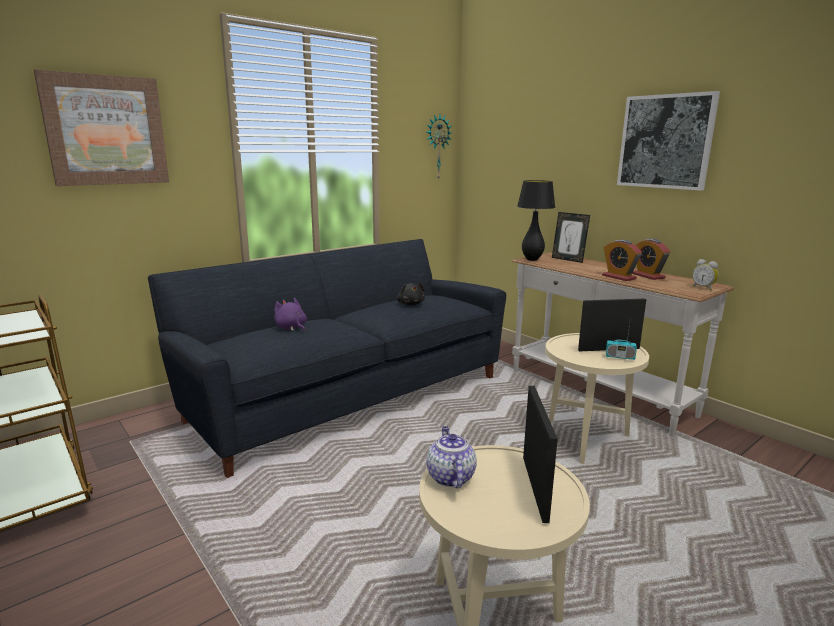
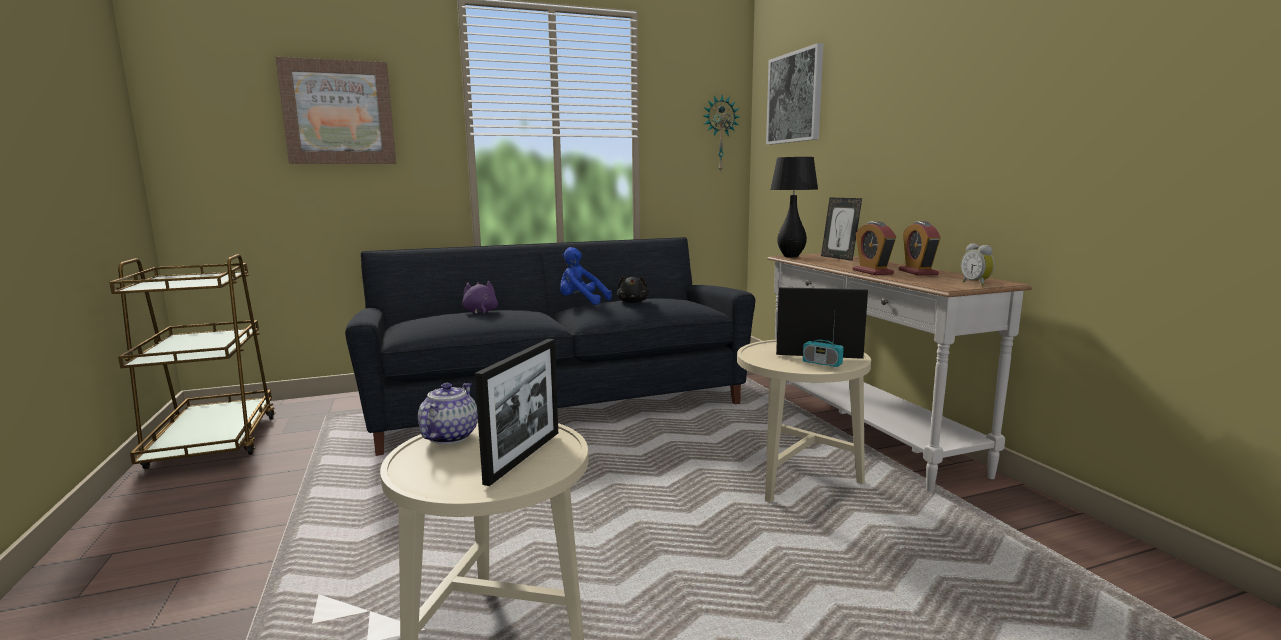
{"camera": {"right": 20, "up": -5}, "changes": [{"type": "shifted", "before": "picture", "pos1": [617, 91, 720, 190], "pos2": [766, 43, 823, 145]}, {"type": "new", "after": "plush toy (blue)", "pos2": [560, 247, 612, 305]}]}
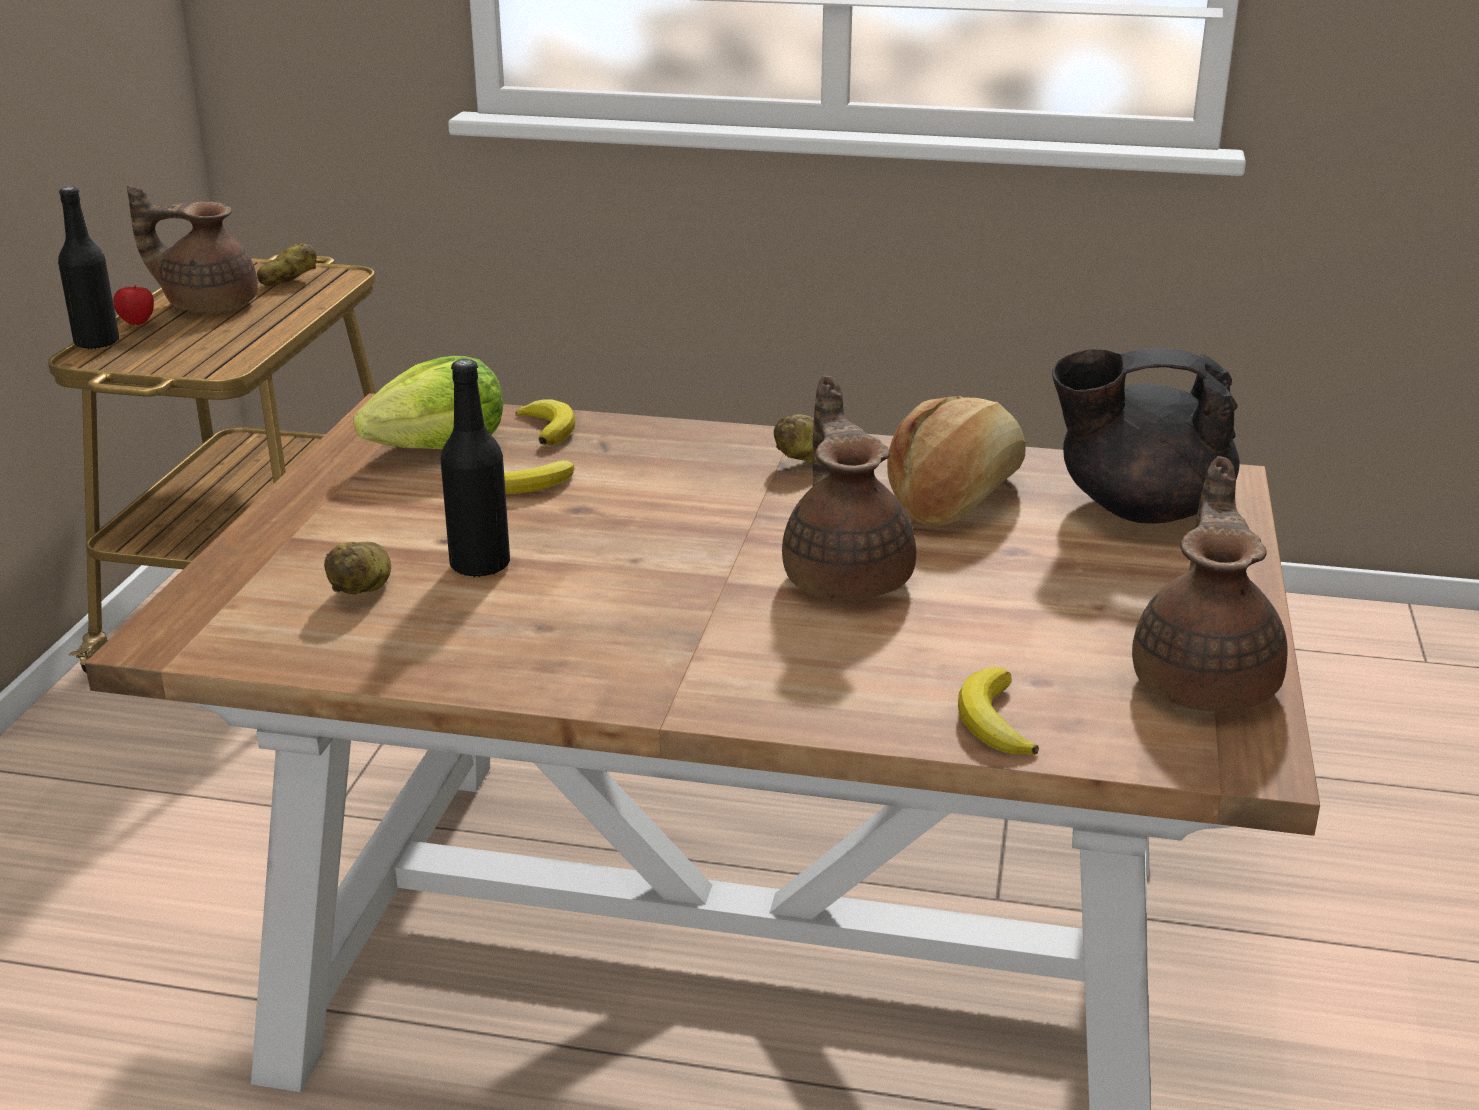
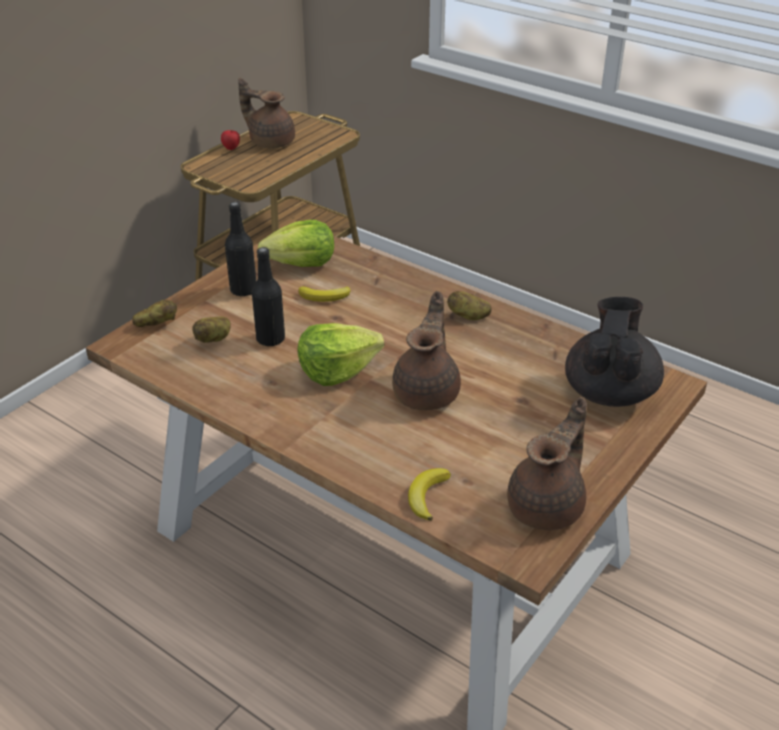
{"camera": {"right": 25, "up": 10}, "changes": [{"type": "shifted", "before": "bottle (black)", "pos1": [58, 187, 119, 349], "pos2": [225, 202, 256, 296]}, {"type": "shifted", "before": "potato", "pos1": [257, 243, 317, 286], "pos2": [132, 300, 177, 327]}, {"type": "gone", "before": "banana", "pos1": [515, 399, 575, 446]}, {"type": "gone", "before": "bread", "pos1": [887, 396, 1026, 526]}, {"type": "rotated", "before": "teapot (black)", "pos1": [1052, 348, 1240, 524], "pos2": [565, 297, 664, 407], "turn": 75}, {"type": "new", "after": "lettuce", "pos2": [297, 323, 384, 386]}]}
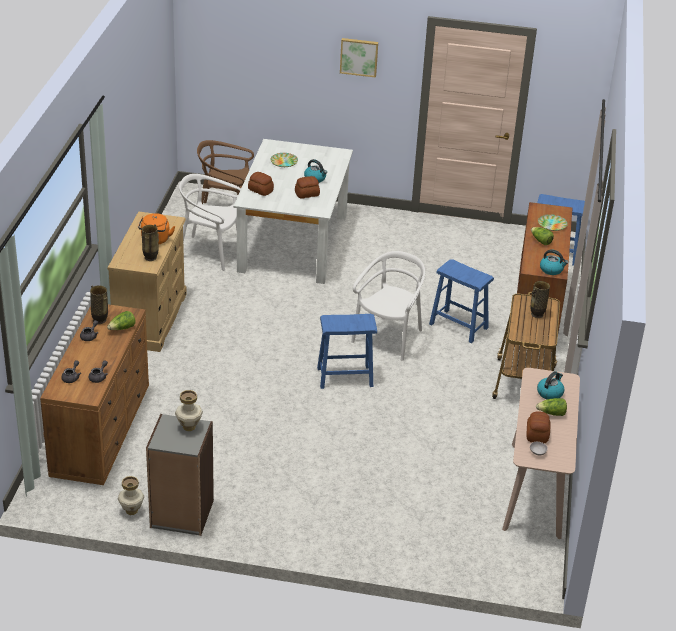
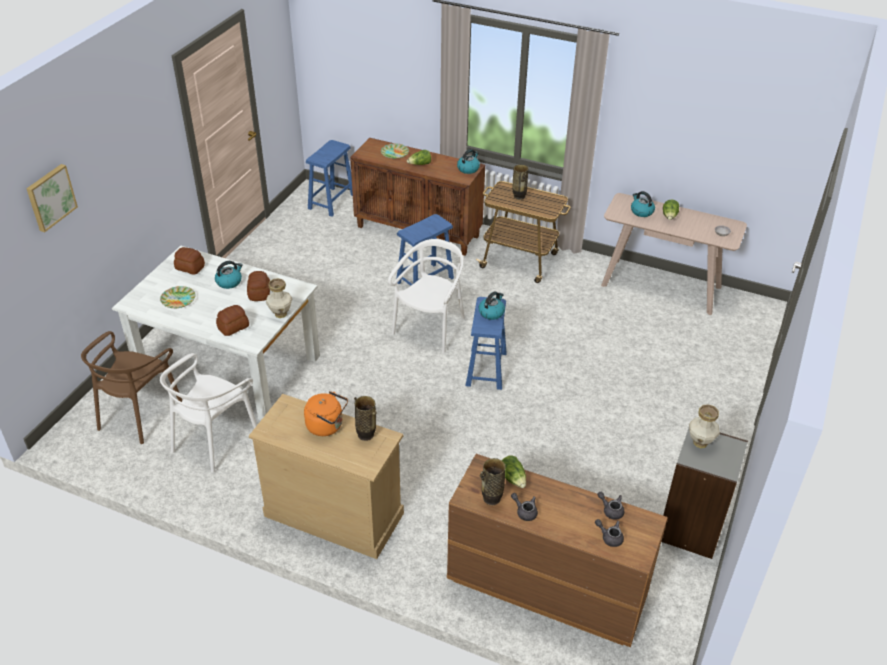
{"camera": {"right": -75, "up": 5}, "changes": [{"type": "shifted", "before": "vase", "pos1": [118, 476, 144, 515], "pos2": [266, 278, 292, 318]}, {"type": "shifted", "before": "picture", "pos1": [340, 38, 378, 78], "pos2": [26, 164, 78, 232]}, {"type": "rotated", "before": "chair (white)", "pos1": [351, 251, 425, 361], "pos2": [388, 239, 465, 353], "turn": 75}, {"type": "shifted", "before": "bread", "pos1": [526, 411, 551, 443], "pos2": [174, 247, 205, 275]}, {"type": "new", "after": "kettle", "pos2": [479, 291, 505, 320]}]}
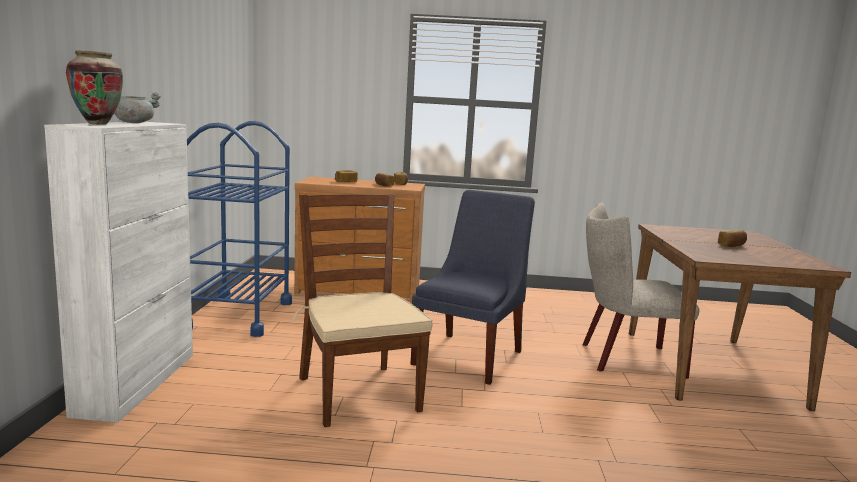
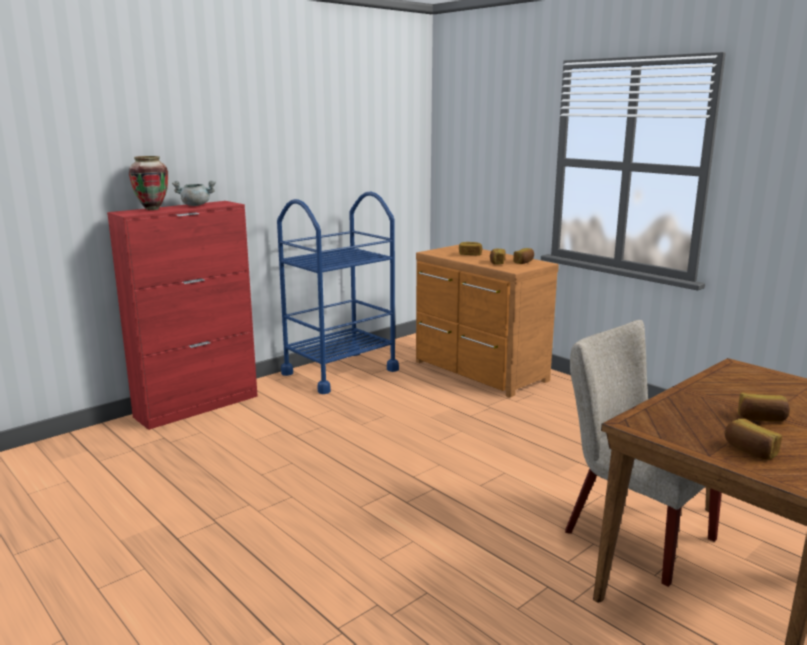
{"camera": {"right": 45, "up": 5}, "changes": [{"type": "repainted", "before": "cabinet (white)", "after": "cabinet (red)", "pos1": [44, 122, 193, 422], "pos2": [107, 201, 258, 430]}, {"type": "gone", "before": "chair (brown)", "pos1": [292, 194, 432, 427]}, {"type": "gone", "before": "chair (blue)", "pos1": [411, 190, 535, 385]}, {"type": "new", "after": "bread", "pos2": [725, 419, 782, 459]}]}
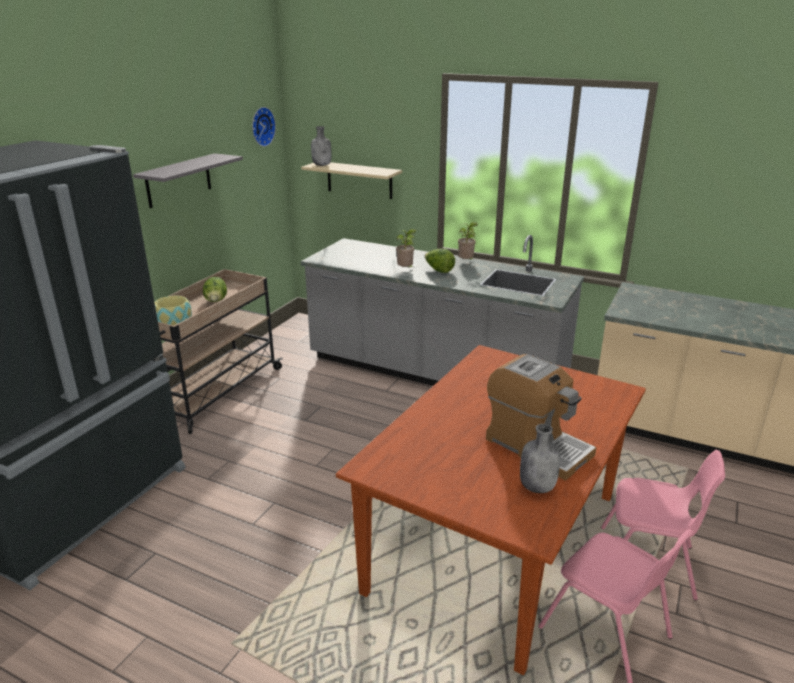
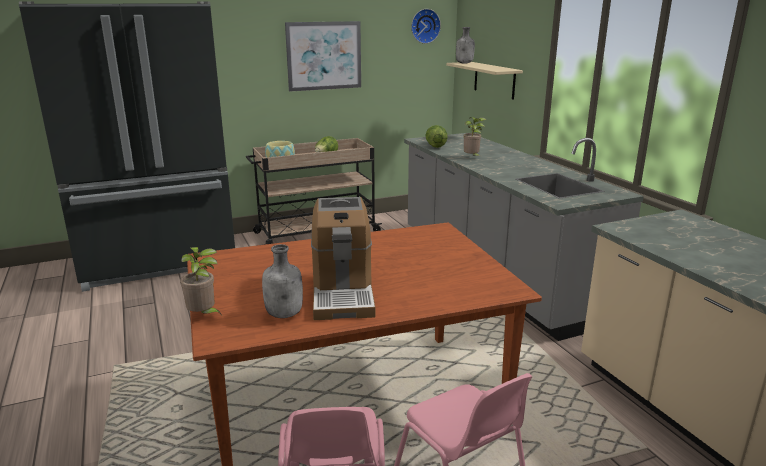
{"camera": {"right": 40, "up": -5}, "changes": [{"type": "swapped", "before": "shelf (grey)", "after": "picture", "pos1": [133, 153, 243, 208], "pos2": [285, 21, 361, 92]}, {"type": "shifted", "before": "lettuce", "pos1": [425, 249, 455, 273], "pos2": [426, 125, 448, 148]}, {"type": "shifted", "before": "potted plant", "pos1": [458, 222, 477, 260], "pos2": [180, 247, 222, 315]}]}
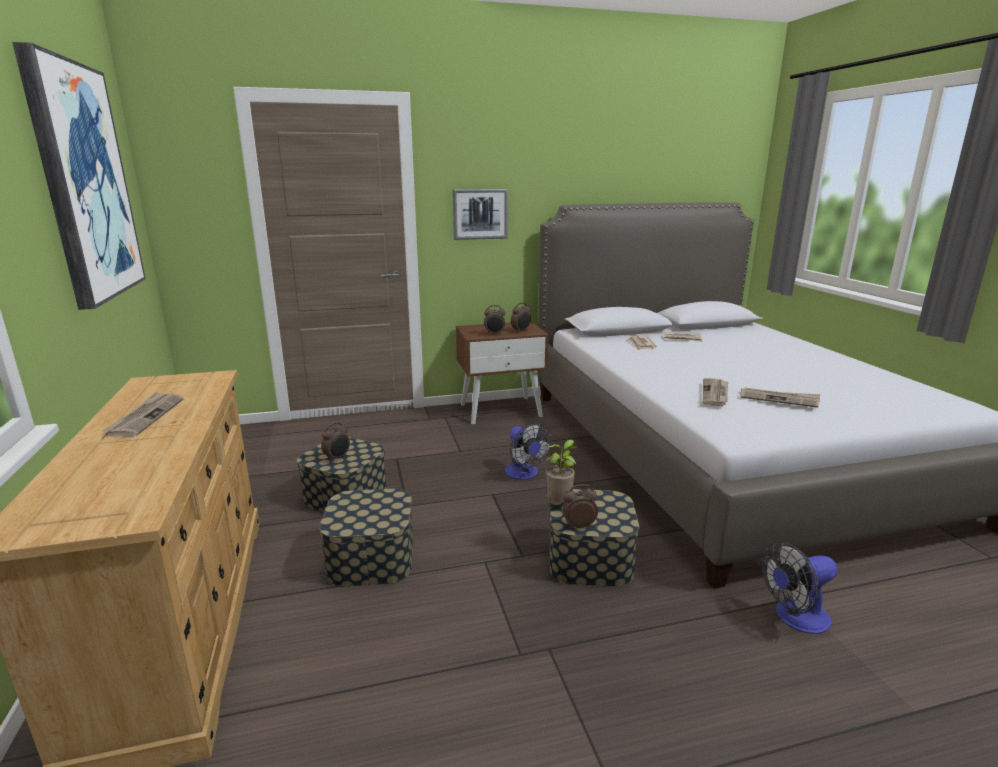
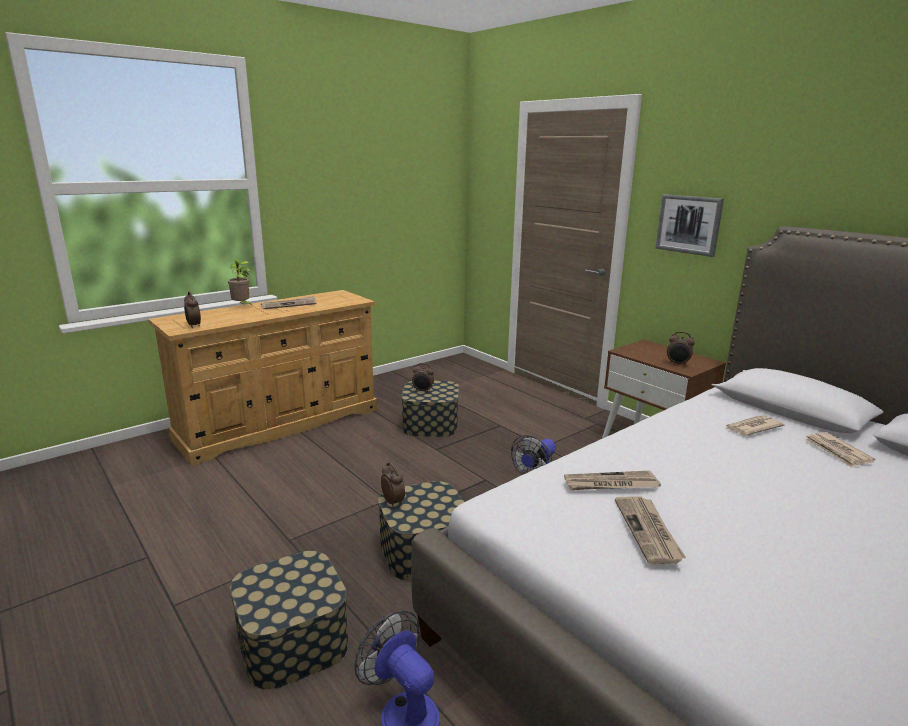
{"camera": {"right": 65, "up": 0}, "changes": [{"type": "gone", "before": "picture", "pos1": [12, 42, 146, 310]}, {"type": "shifted", "before": "storage box", "pos1": [319, 489, 414, 586], "pos2": [230, 551, 349, 690]}, {"type": "shifted", "before": "alarm clock", "pos1": [484, 305, 505, 335], "pos2": [184, 292, 201, 328]}, {"type": "shifted", "before": "potted plant", "pos1": [546, 440, 578, 502], "pos2": [228, 260, 253, 307]}]}
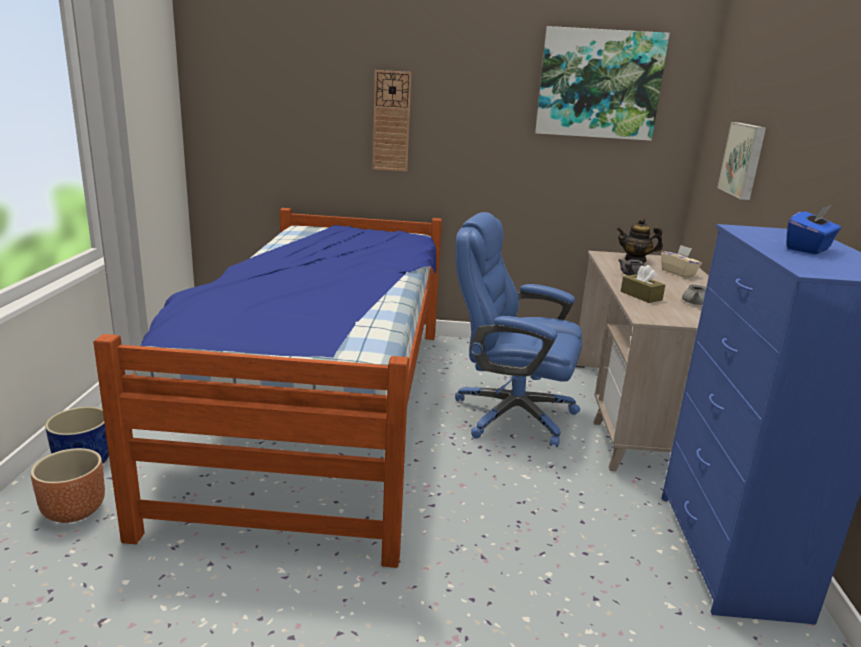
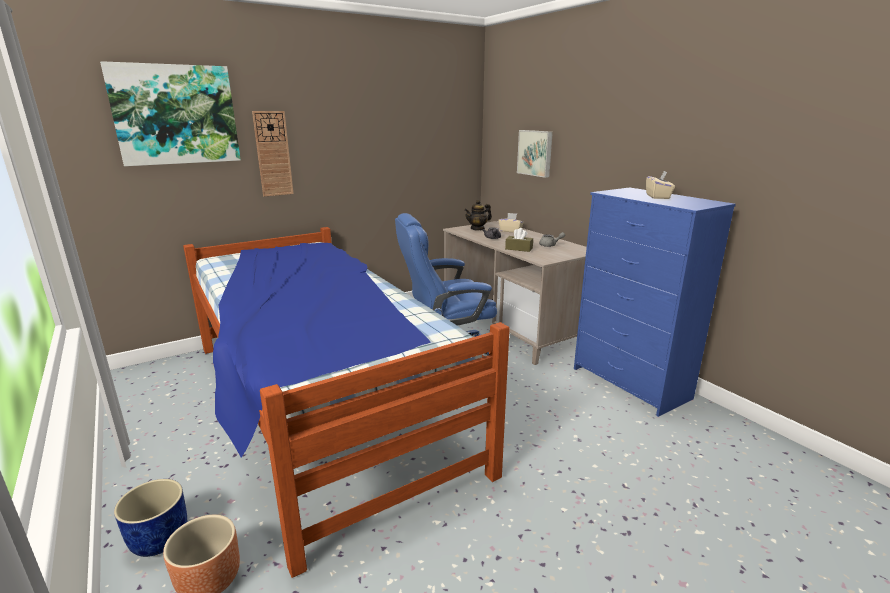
{"camera": {"right": -35, "up": 0}, "changes": [{"type": "shifted", "before": "picture", "pos1": [535, 26, 670, 141], "pos2": [100, 61, 241, 166]}, {"type": "repainted", "before": "tissue box (blue)", "after": "tissue box (beige)", "pos1": [787, 205, 841, 254], "pos2": [646, 170, 675, 199]}]}
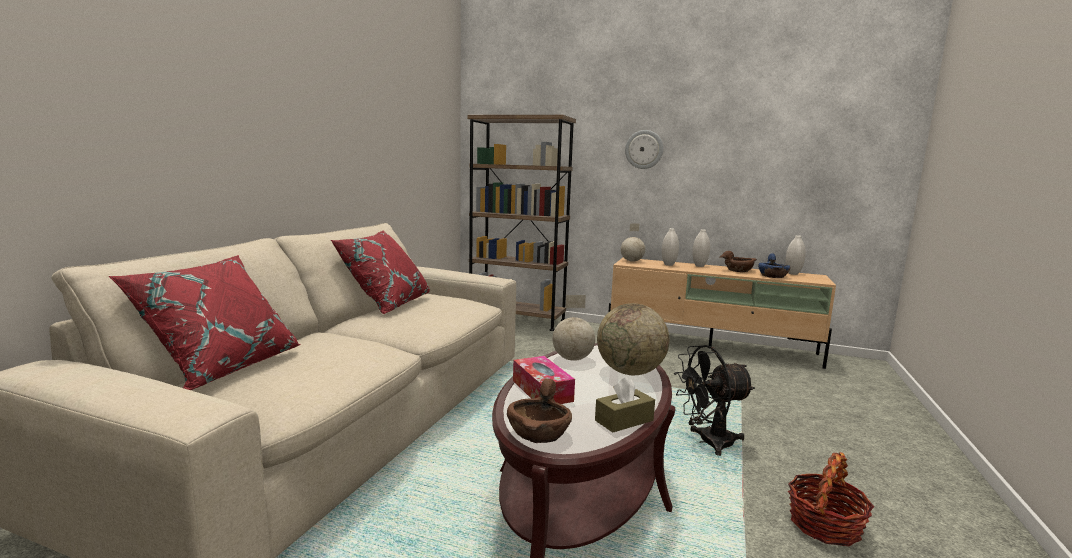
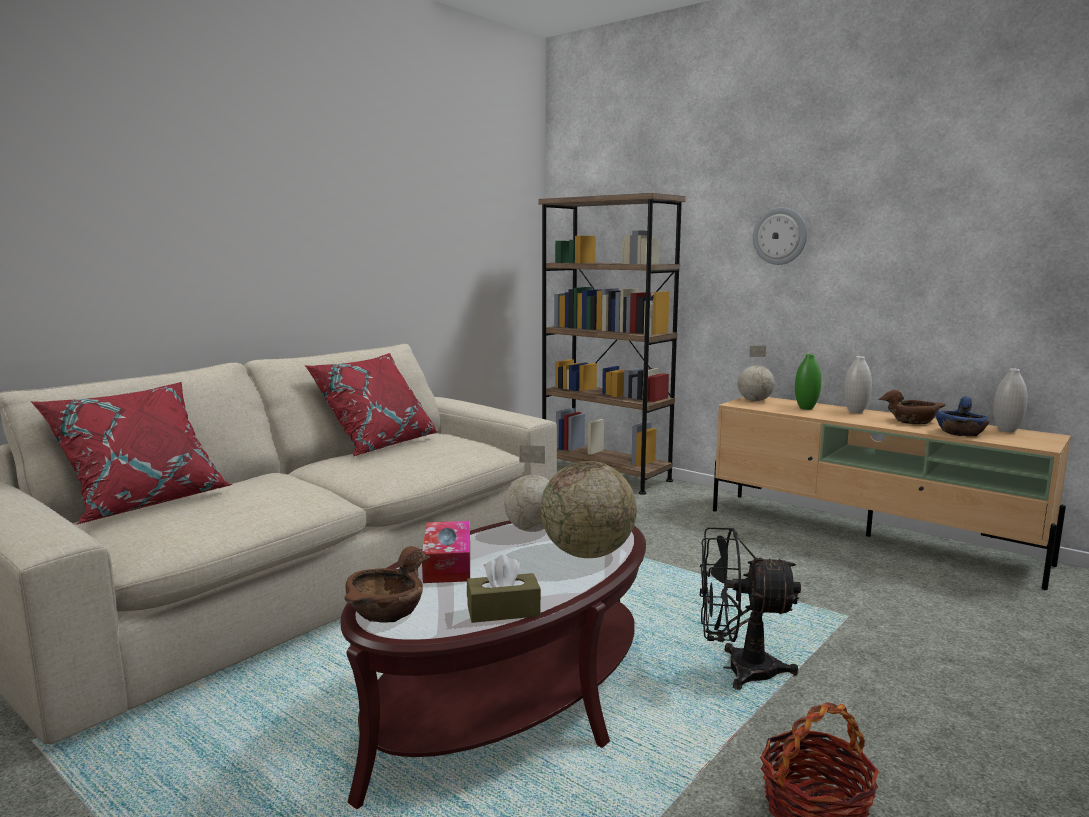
{"camera": {"right": 20, "up": 0}, "changes": [{"type": "repainted", "before": "vase (white)", "after": "vase (green)", "pos1": [662, 228, 679, 266], "pos2": [795, 354, 821, 410]}]}
